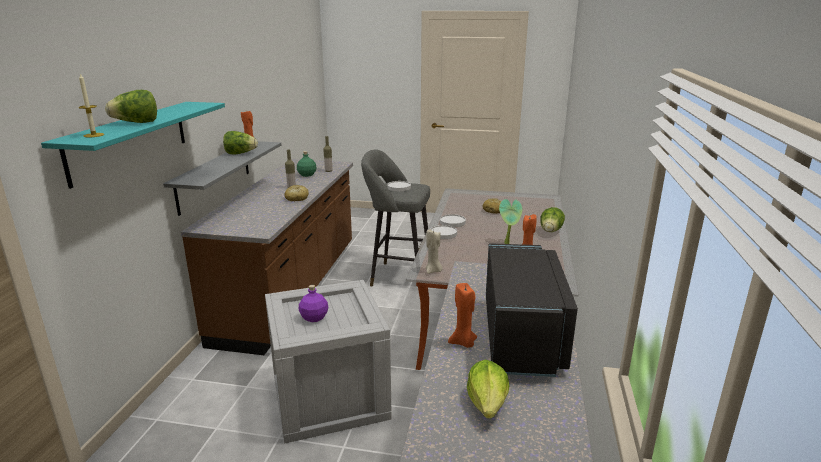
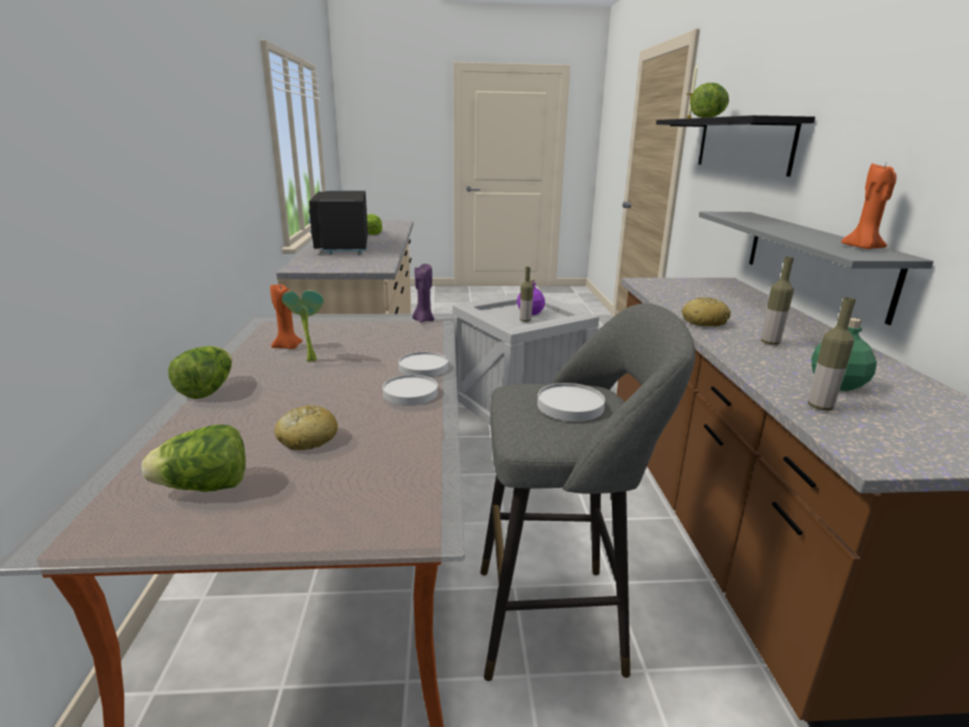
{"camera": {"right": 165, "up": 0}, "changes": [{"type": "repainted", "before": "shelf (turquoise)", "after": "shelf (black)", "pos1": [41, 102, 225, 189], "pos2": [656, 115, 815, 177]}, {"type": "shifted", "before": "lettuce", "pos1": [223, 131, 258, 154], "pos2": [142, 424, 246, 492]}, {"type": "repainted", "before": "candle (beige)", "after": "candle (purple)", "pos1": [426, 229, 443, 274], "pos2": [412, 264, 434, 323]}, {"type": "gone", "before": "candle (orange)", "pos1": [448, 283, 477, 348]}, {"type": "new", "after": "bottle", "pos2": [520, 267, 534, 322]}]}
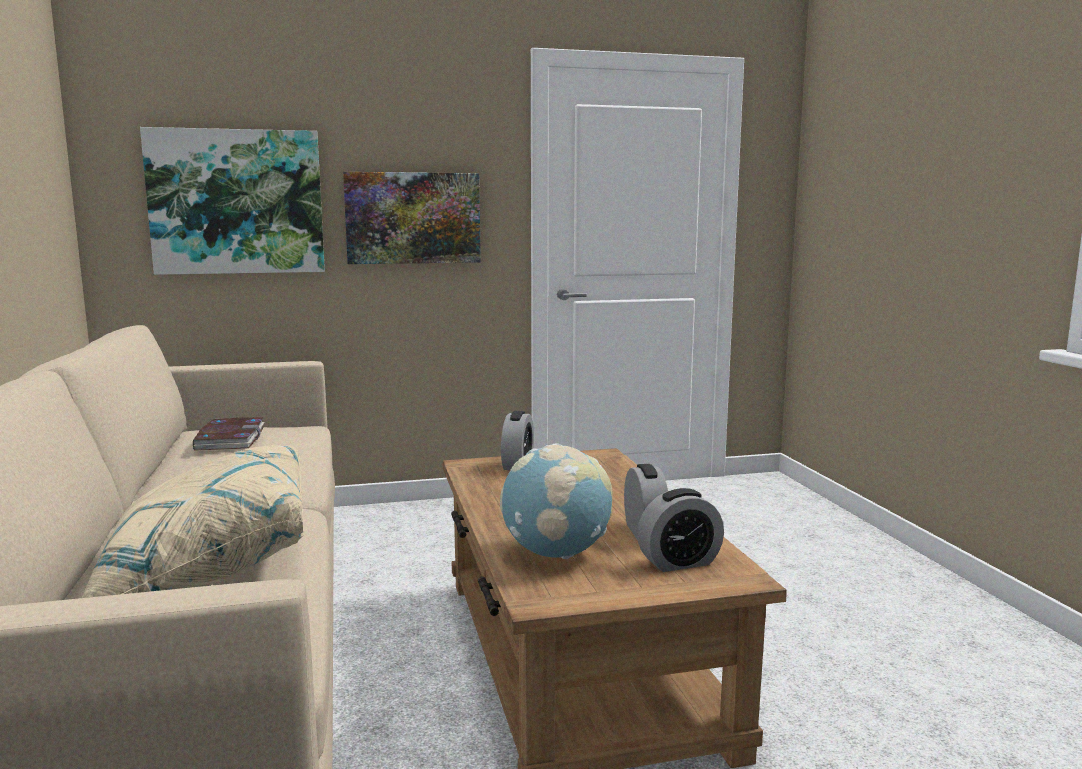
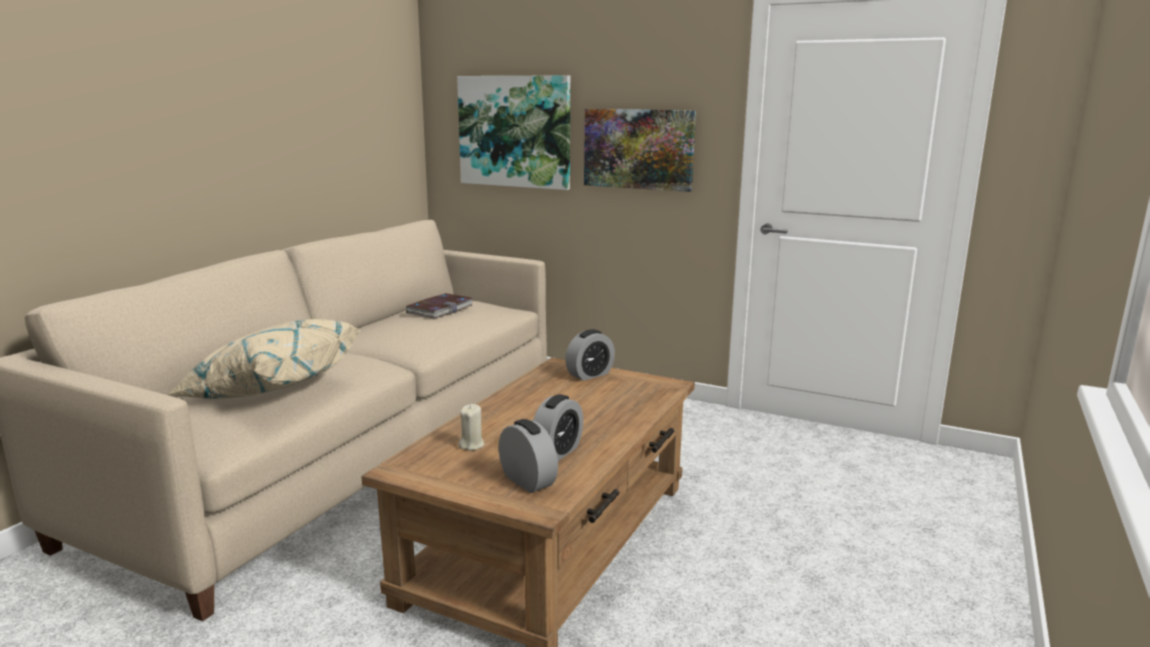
{"camera": {"right": 40, "up": 5}, "changes": [{"type": "swapped", "before": "globe", "after": "candle (beige)", "pos1": [500, 444, 613, 559], "pos2": [458, 404, 484, 451]}, {"type": "rotated", "before": "alarm clock", "pos1": [637, 488, 724, 572], "pos2": [499, 419, 558, 493], "turn": -150}]}
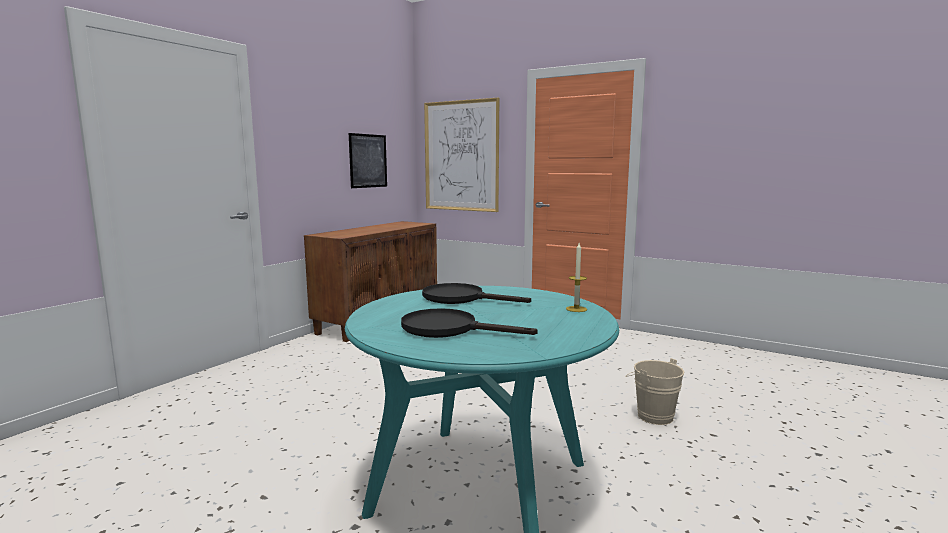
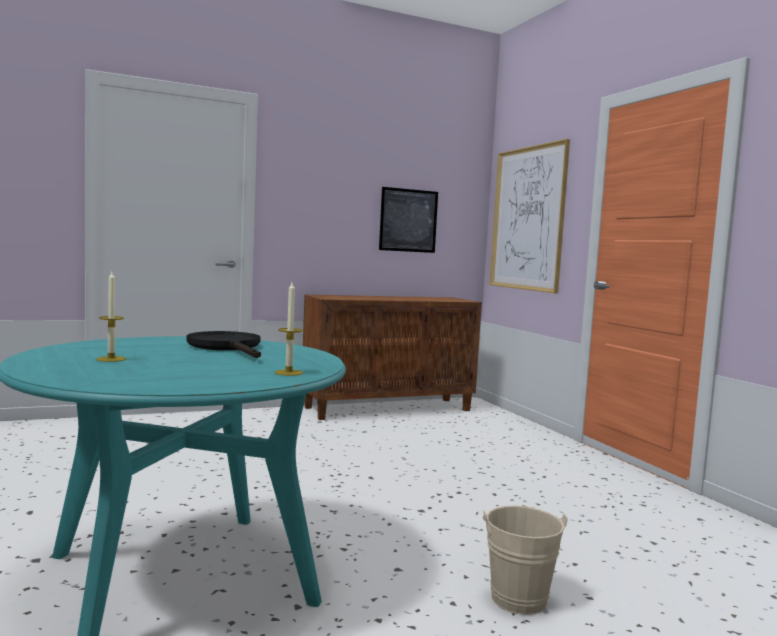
{"camera": {"right": 35, "up": -5}, "changes": [{"type": "swapped", "before": "frying pan (black)", "after": "candle", "pos1": [401, 308, 538, 338], "pos2": [97, 272, 126, 362]}]}
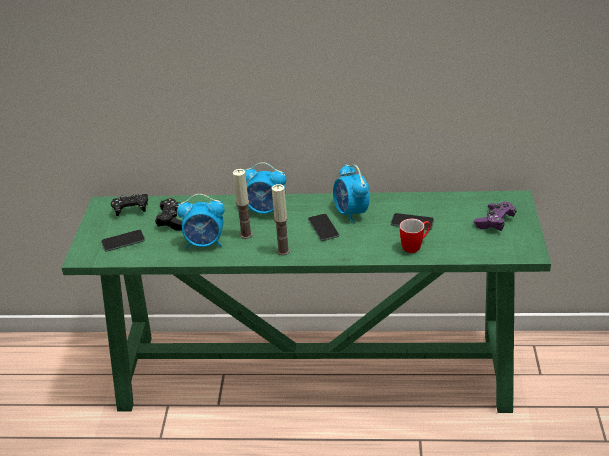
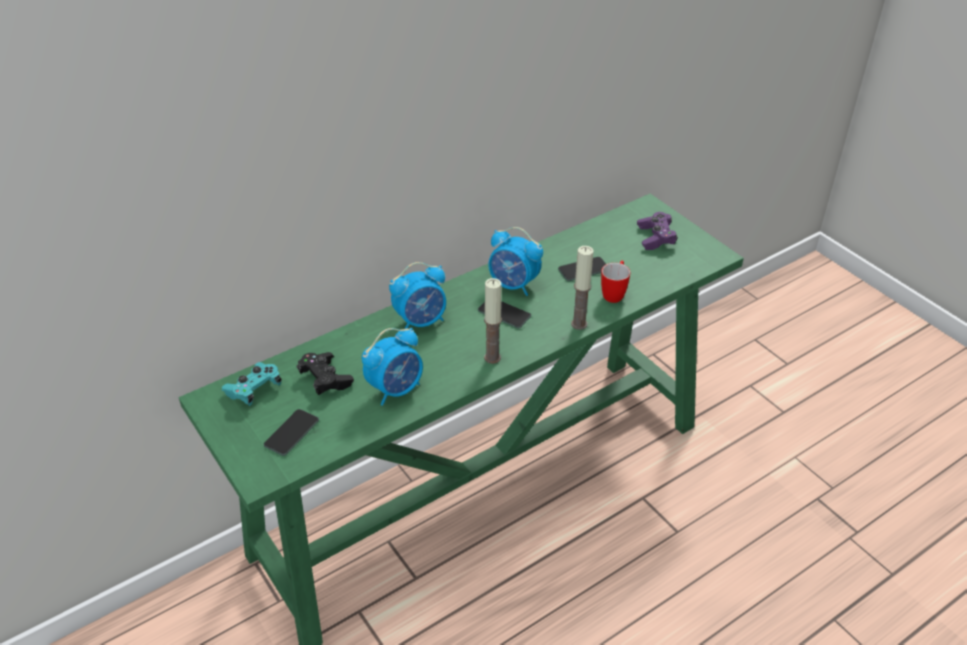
{"camera": {"right": -40, "up": 5}, "changes": [{"type": "repainted", "before": "game controller (black)", "after": "game controller (turquoise)", "pos1": [111, 193, 148, 216], "pos2": [222, 362, 282, 406]}, {"type": "shifted", "before": "candle", "pos1": [233, 169, 253, 239], "pos2": [571, 246, 594, 330]}]}
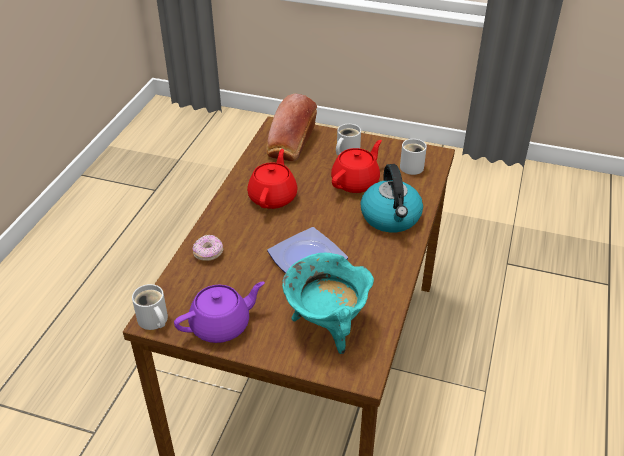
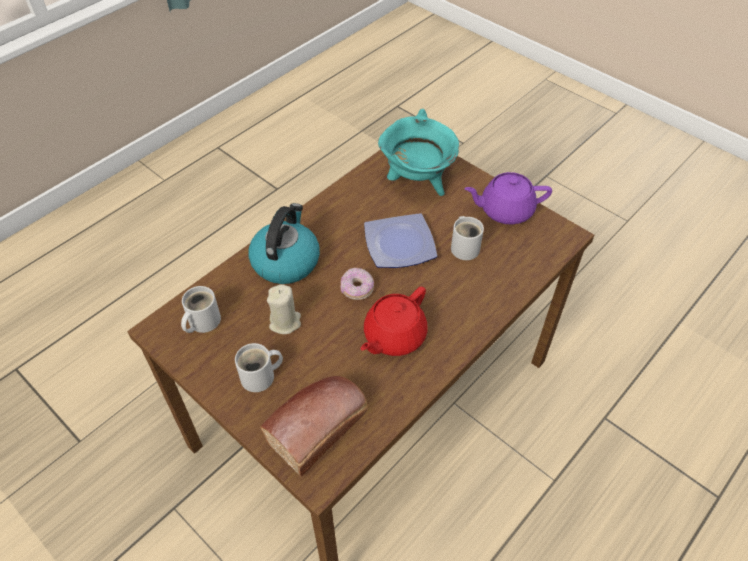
{"camera": {"right": -155, "up": 10}, "changes": [{"type": "shifted", "before": "mug (white)", "pos1": [132, 284, 168, 330], "pos2": [451, 216, 484, 260]}, {"type": "shifted", "before": "donut", "pos1": [193, 235, 223, 261], "pos2": [341, 268, 374, 300]}, {"type": "swapped", "before": "teapot (red)", "after": "candle (beige)", "pos1": [331, 140, 382, 193], "pos2": [267, 284, 301, 334]}]}
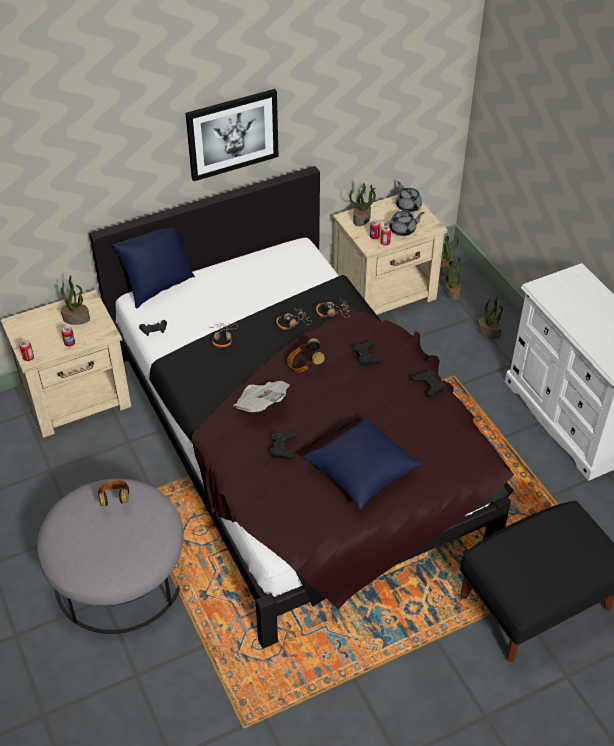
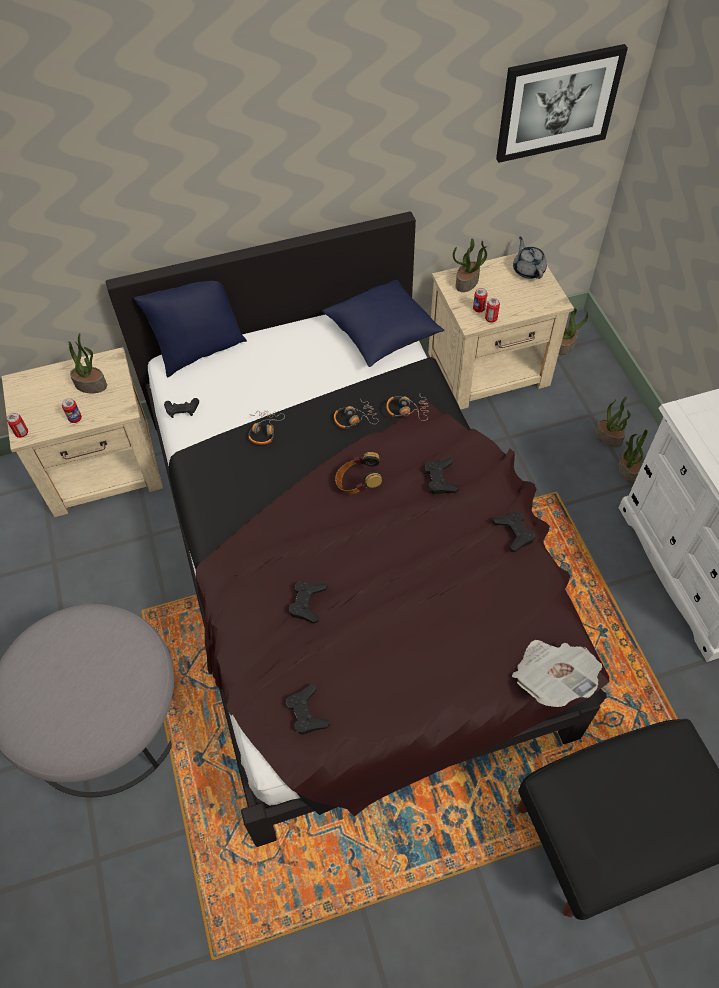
{"camera": {"right": 10, "up": 10}, "changes": [{"type": "gone", "before": "headphones", "pos1": [98, 480, 129, 506]}, {"type": "shifted", "before": "picture", "pos1": [185, 89, 279, 181], "pos2": [496, 44, 628, 163]}, {"type": "shifted", "before": "newspaper", "pos1": [233, 381, 290, 412], "pos2": [512, 640, 602, 707]}, {"type": "shifted", "before": "pillow (blue)", "pos1": [303, 417, 423, 509], "pos2": [322, 280, 444, 367]}, {"type": "gone", "before": "teapot (grey)", "pos1": [384, 211, 425, 236]}, {"type": "shifted", "before": "potted plant", "pos1": [444, 257, 461, 301], "pos2": [618, 429, 648, 483]}, {"type": "new", "after": "game controller (black)", "pos2": [286, 684, 330, 735]}]}
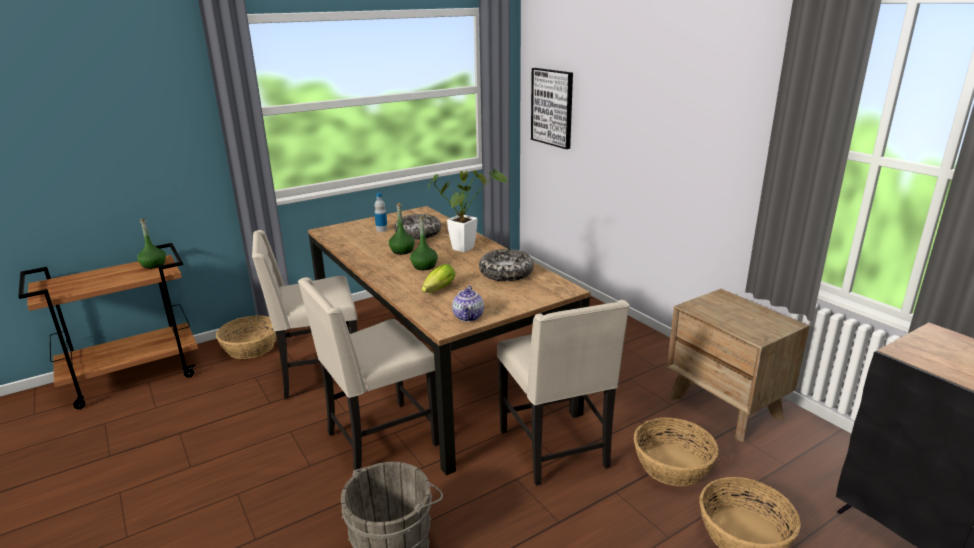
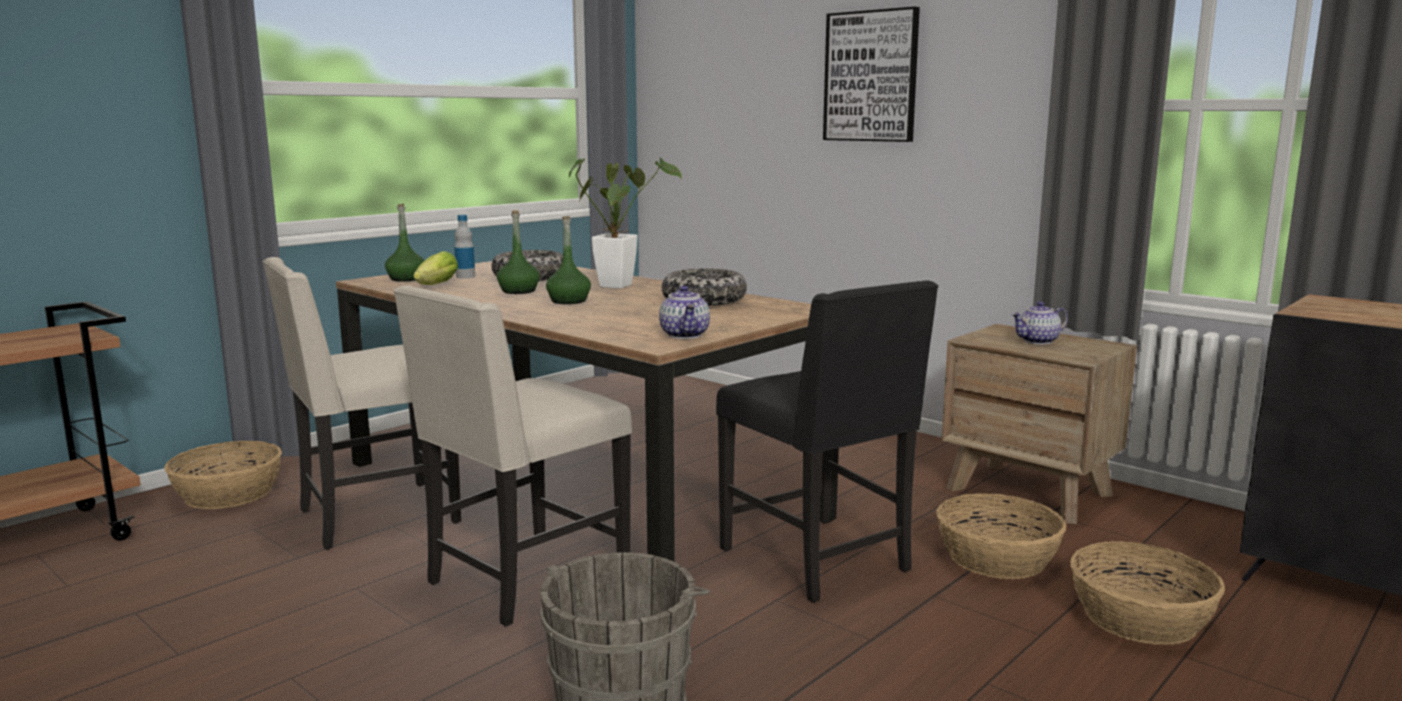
{"camera": {"right": -15, "up": -10}, "changes": [{"type": "shifted", "before": "bottle (green)", "pos1": [137, 219, 166, 269], "pos2": [385, 204, 425, 281]}, {"type": "shifted", "before": "lettuce", "pos1": [421, 264, 455, 293], "pos2": [413, 251, 458, 285]}, {"type": "repainted", "before": "chair (beige)", "after": "chair (black)", "pos1": [497, 300, 630, 486], "pos2": [716, 281, 938, 603]}, {"type": "shifted", "before": "picture", "pos1": [531, 68, 573, 149], "pos2": [823, 7, 920, 142]}, {"type": "new", "after": "teapot", "pos2": [1011, 301, 1068, 344]}]}
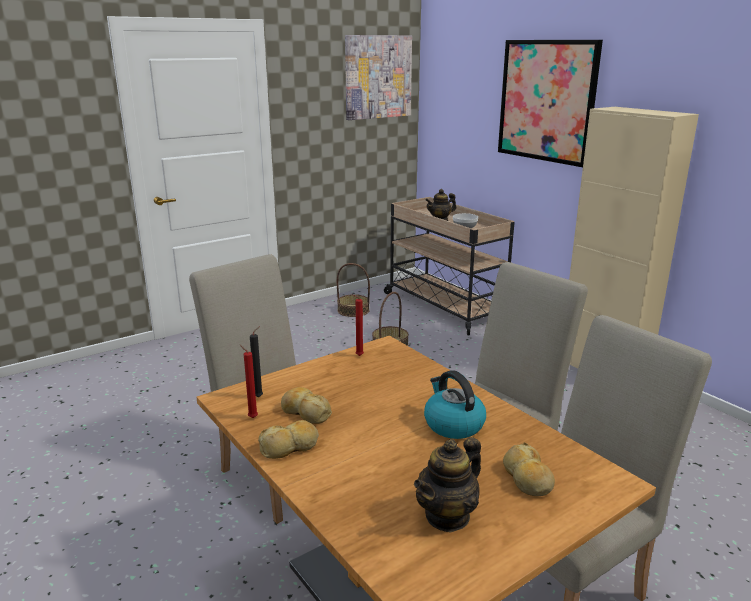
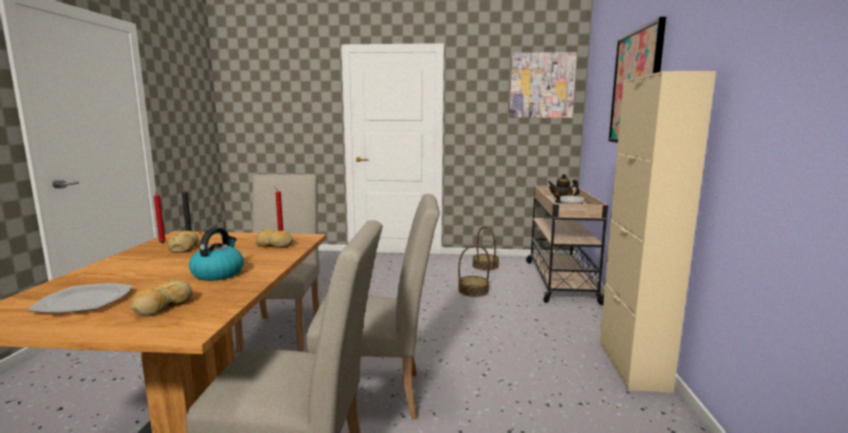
{"camera": {"right": 40, "up": -10}, "changes": [{"type": "shifted", "before": "bread", "pos1": [258, 420, 319, 459], "pos2": [255, 230, 293, 248]}, {"type": "swapped", "before": "teapot", "after": "plate", "pos1": [414, 437, 481, 532], "pos2": [27, 283, 133, 313]}]}
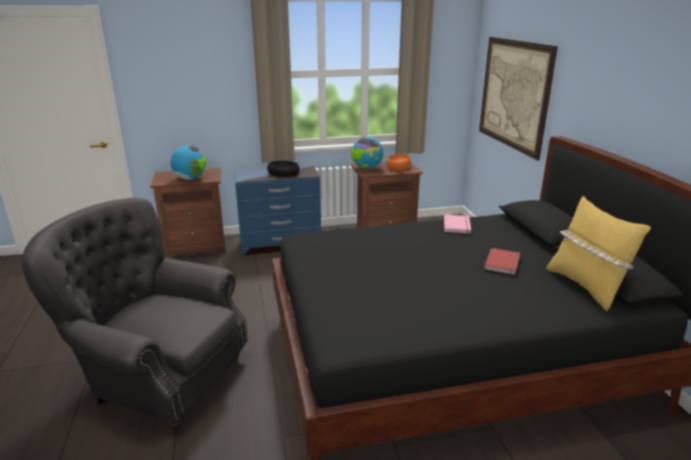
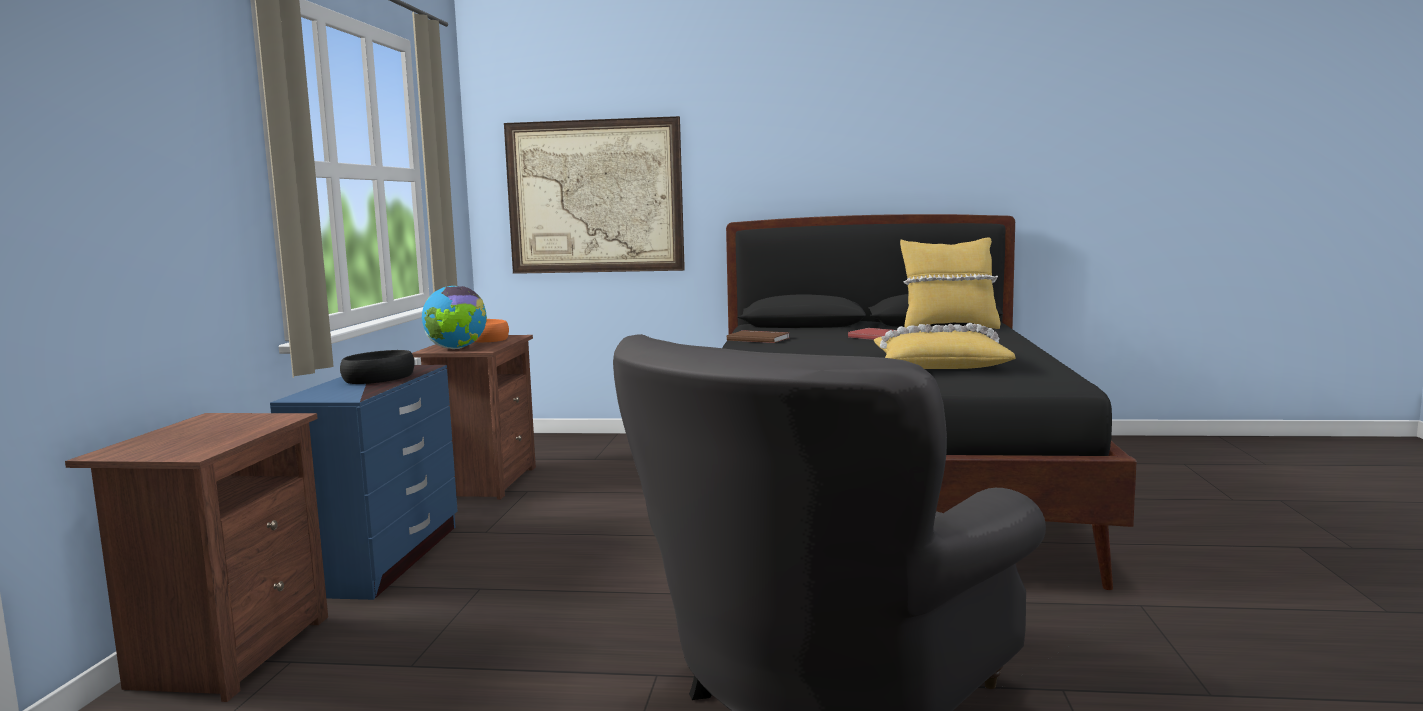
{"camera": {"right": -70, "up": -15}, "changes": [{"type": "gone", "before": "globe", "pos1": [170, 145, 206, 180]}, {"type": "repainted", "before": "book (pink)", "after": "book (brown)", "pos1": [444, 215, 471, 234], "pos2": [727, 330, 790, 343]}, {"type": "new", "after": "pillow (yellow)", "pos2": [874, 323, 1016, 369]}]}
